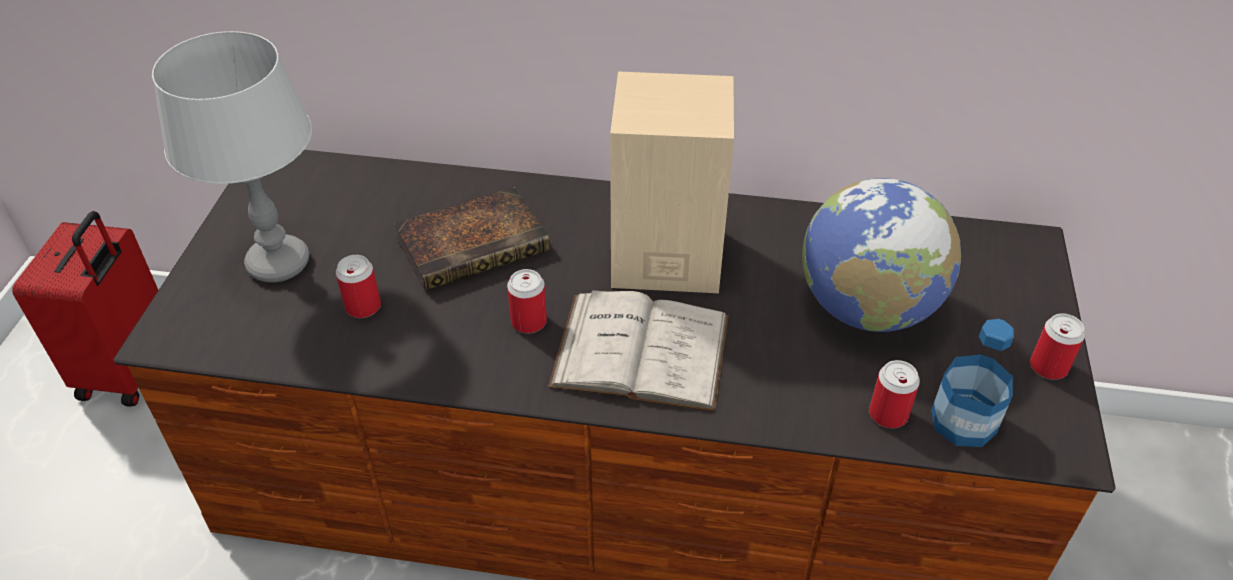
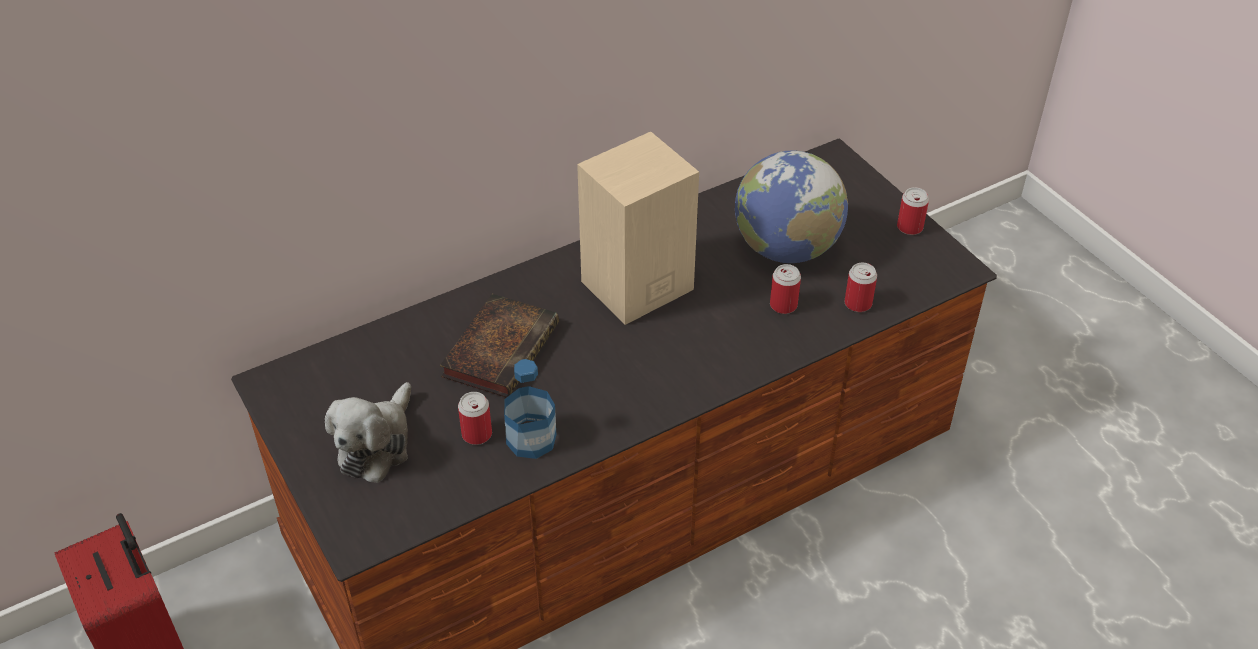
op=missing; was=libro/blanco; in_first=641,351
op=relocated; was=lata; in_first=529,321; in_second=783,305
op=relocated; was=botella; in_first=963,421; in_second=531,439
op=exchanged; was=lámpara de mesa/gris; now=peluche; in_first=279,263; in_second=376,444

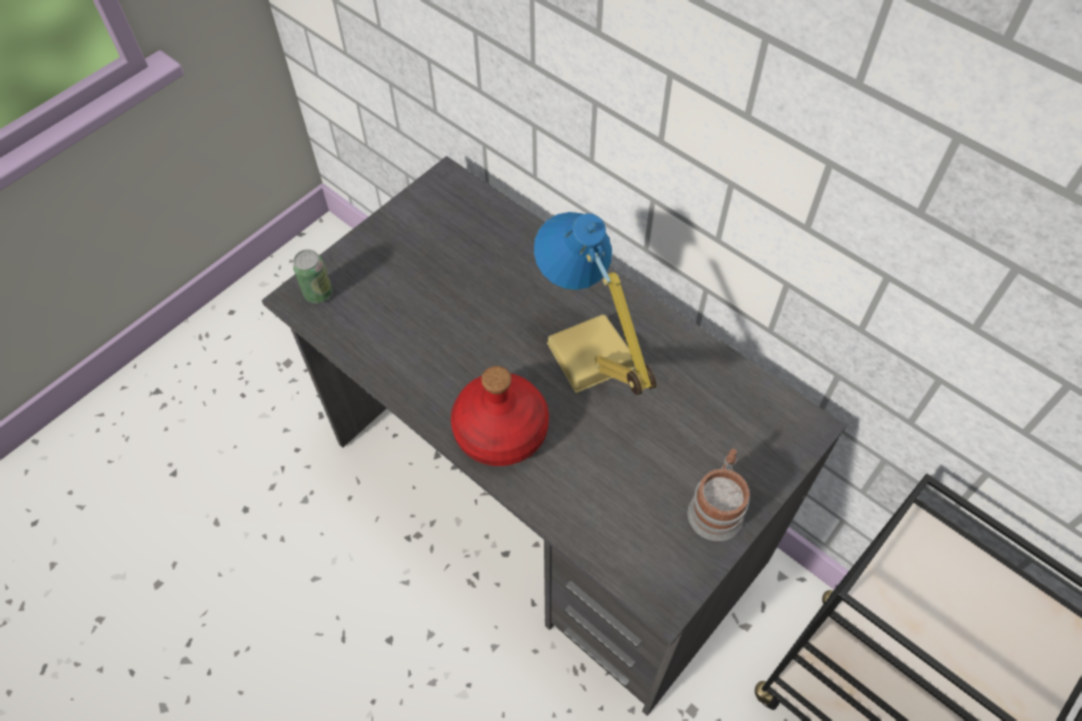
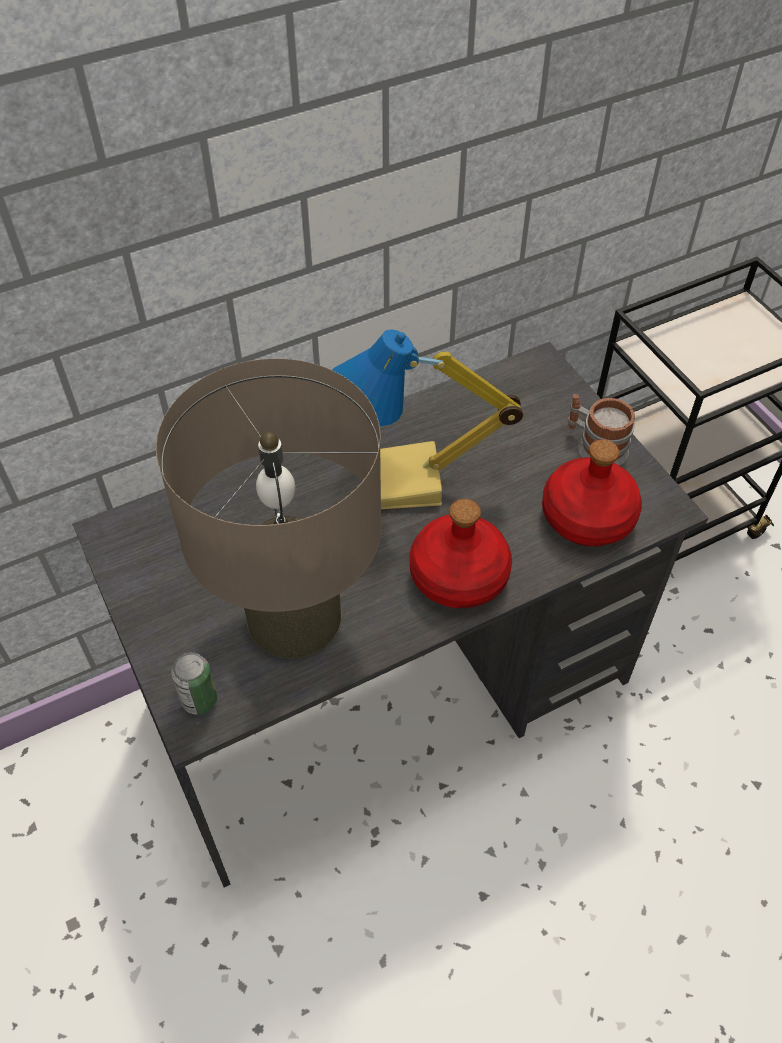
op=appeared; now=lámpara de mesa/beis; in_second=294,616
op=appeared; now=botella/rojo; in_second=587,518

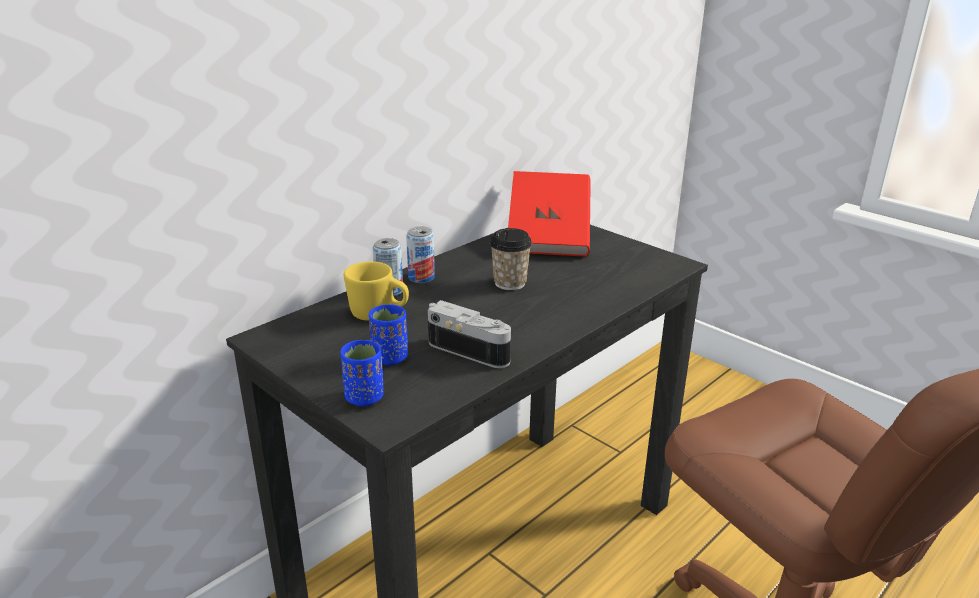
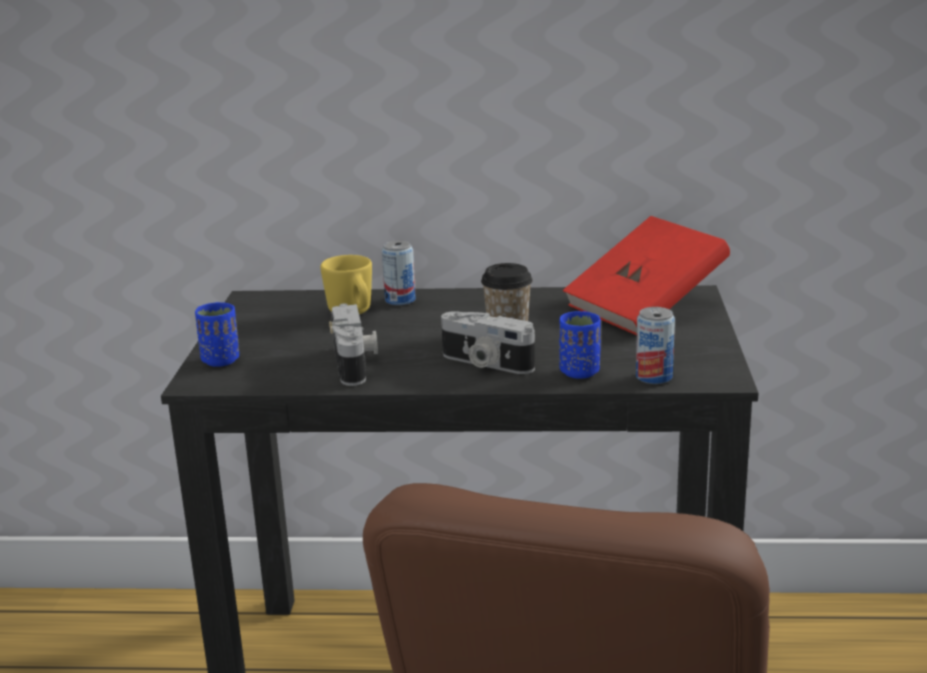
op=appeared; now=cámara; in_second=485,363
op=relocated; was=taza/azul; in_first=390,358; in_second=579,372
op=relocated; was=lata; in_first=421,277; in_second=654,377

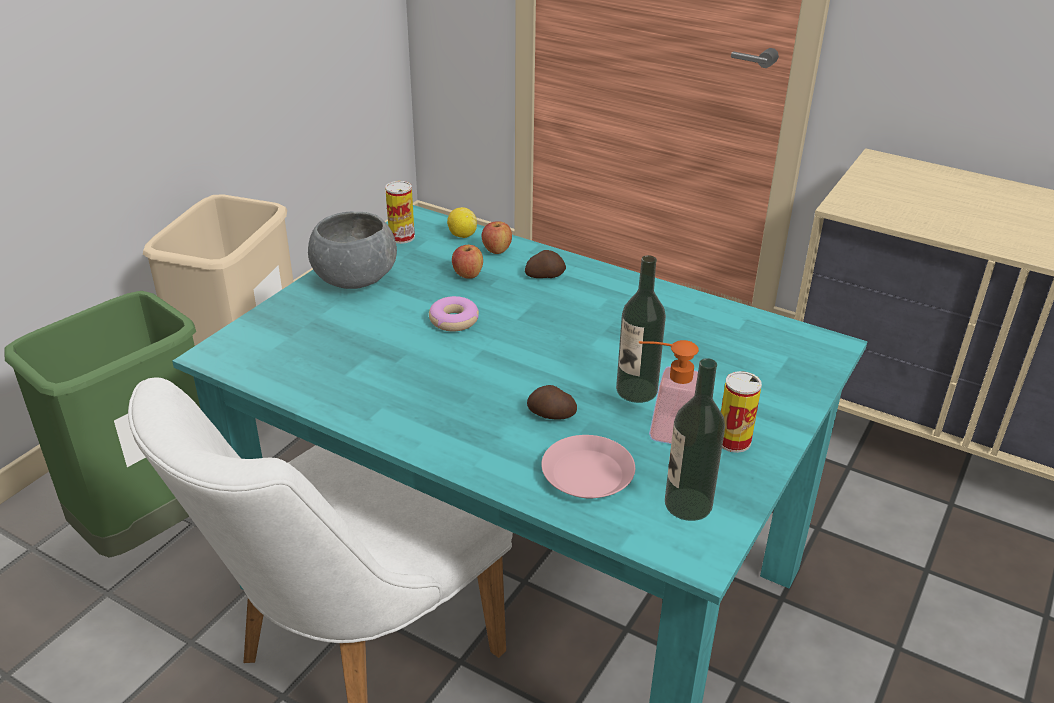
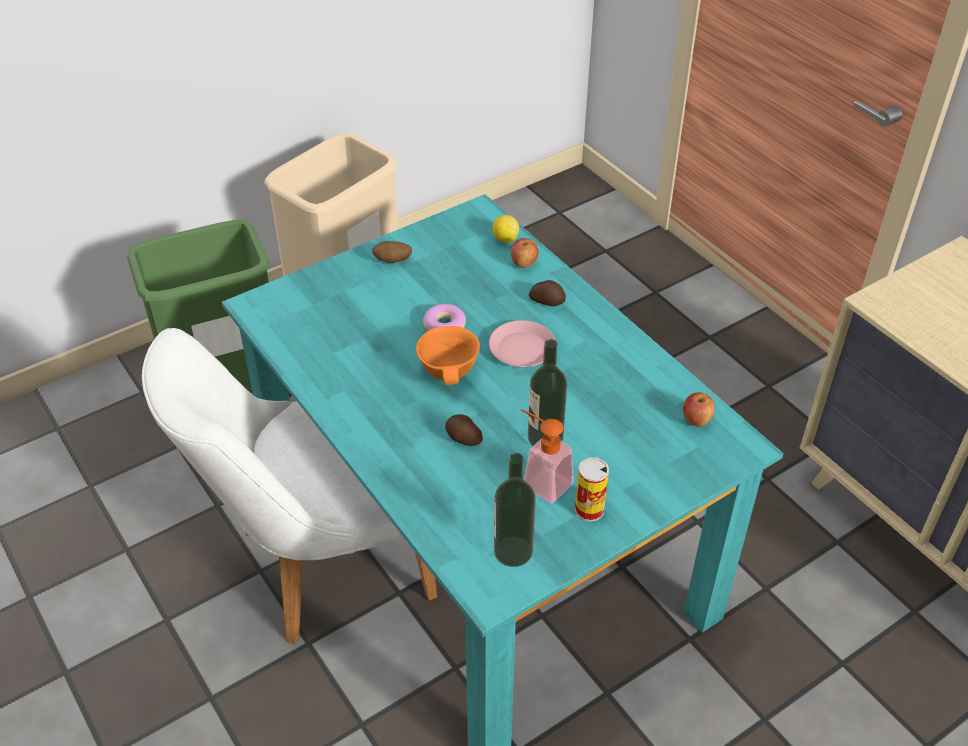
op=missing; was=lata; in_first=401,237
op=appeared; now=cuenco/naranja; in_second=450,373
op=relocated; was=manzana; in_first=467,275; in_second=696,420
op=relocated; was=plato/rosa; in_first=587,473; in_second=522,349
op=exchanged; was=cuenco/gris; now=patata; in_first=355,278; in_second=392,261

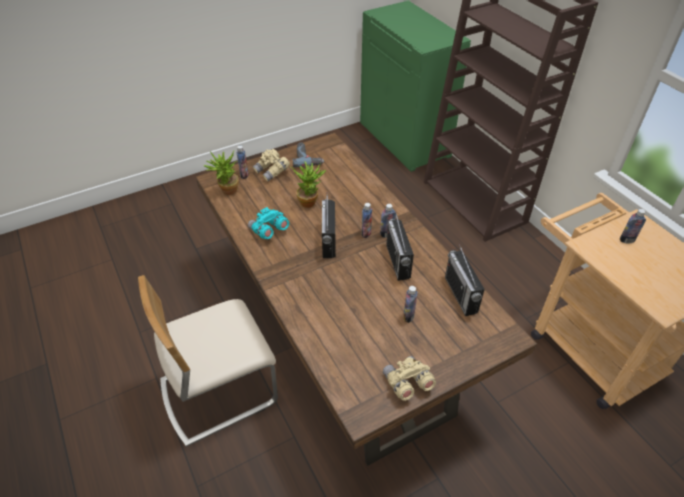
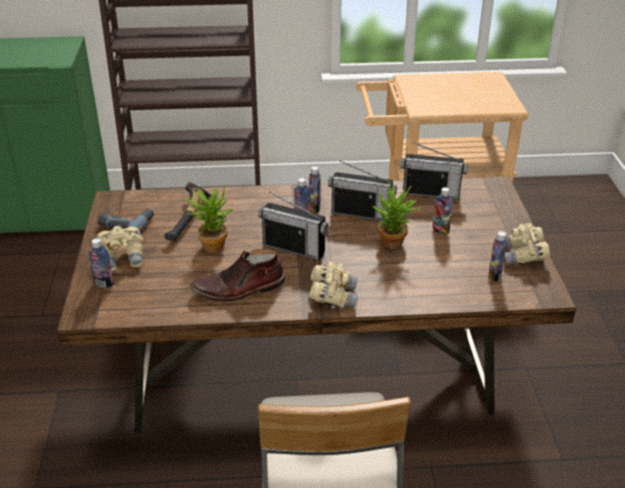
op=appeared; now=martillo; in_second=190,218
op=appeared; now=prismáticos/beis; in_second=333,296
op=relocated; was=planta en maceta; in_first=227,191; in_second=393,245
op=relocated; was=botella; in_first=627,240; in_second=494,276
op=exchanged; was=prismáticos/turquesa; now=bota/marrón; in_first=268,231; in_second=238,289

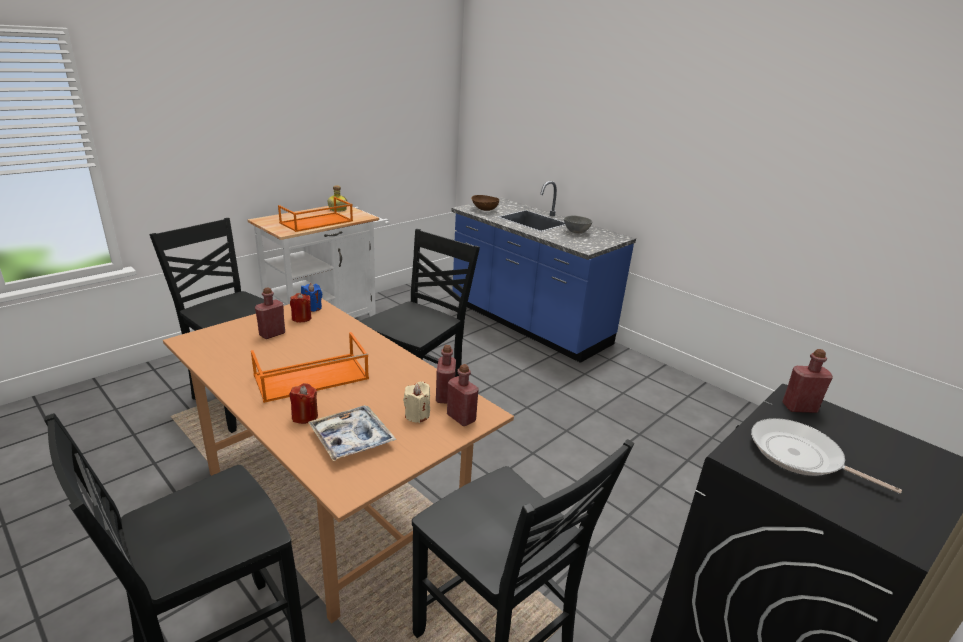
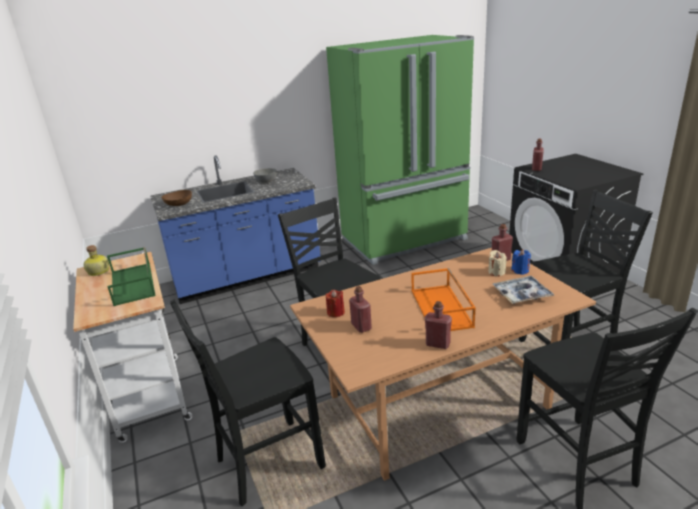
op=missing; was=vela/rojo; in_first=305,416
op=missing; was=sartén; in_first=800,456
op=appeared; now=nevera/verde; in_second=405,240
op=relocated; was=vela/azul; in_first=312,308; in_second=520,270
op=relocated; was=botella/rojo; in_first=445,396; in_second=438,344
op=colour; was=bandeja/naranja; now=bandeja/verde; in_first=316,222; in_second=134,284

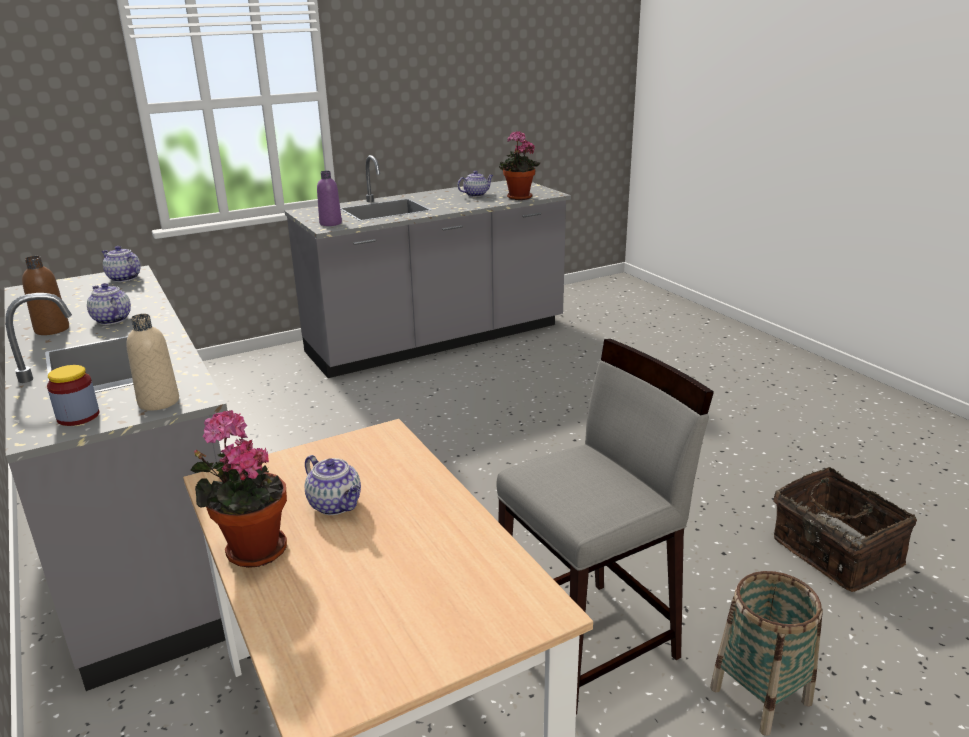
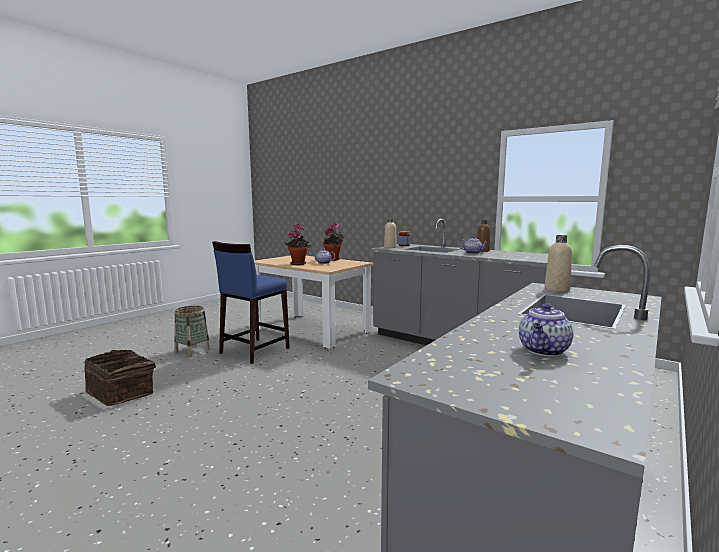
op=missing; was=tetera; in_first=123,278
op=relocated; was=planta en maceta; in_first=518,198; in_second=298,263
op=colour; was=botella/morado; now=botella/beis; in_first=330,223; in_second=557,289
op=colour; was=taburete/gris; now=taburete/azul; in_first=589,644; in_second=254,350

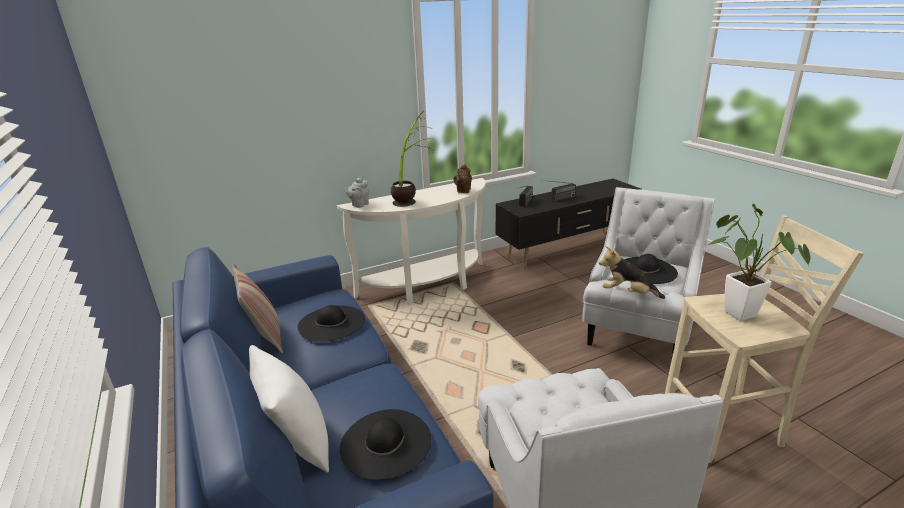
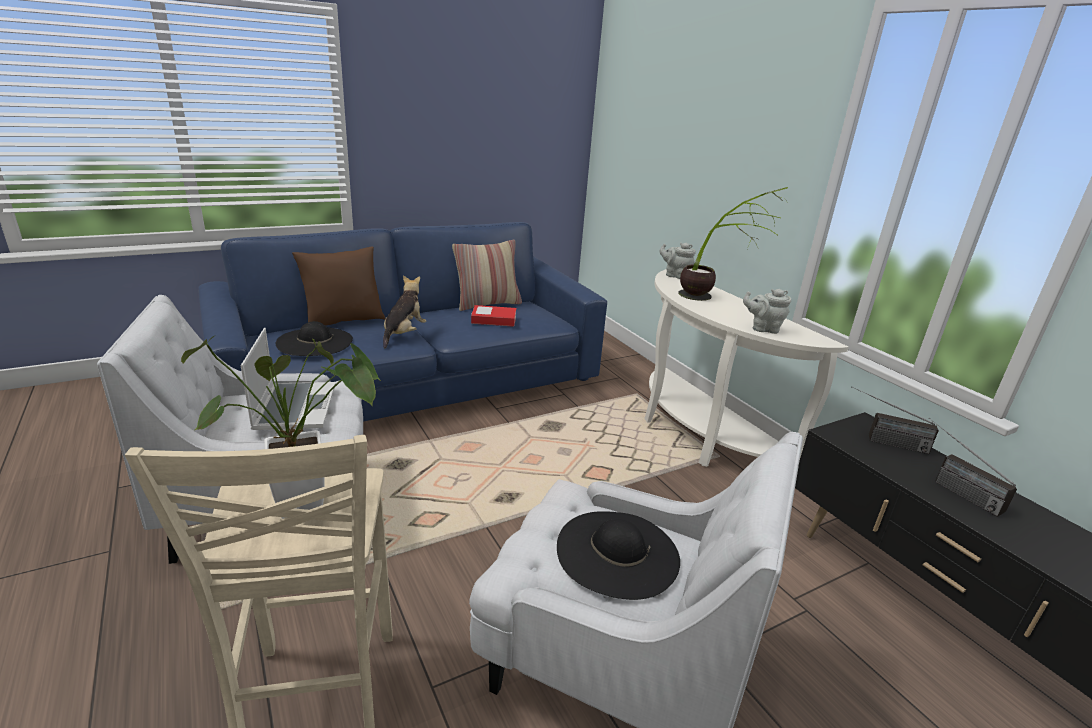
op=appeared; now=portátil; in_second=294,407
op=relocated; was=peluche; in_first=627,293; in_second=404,334
op=exchanged; was=sombrero/negro; now=libro; in_first=331,323; in_second=494,320
op=colour; was=cojín/blanco; now=cojín/marrón; in_first=297,444; in_second=343,321
op=colour; was=tetera/marrón; now=tetera/gris; in_first=463,191; in_second=763,328

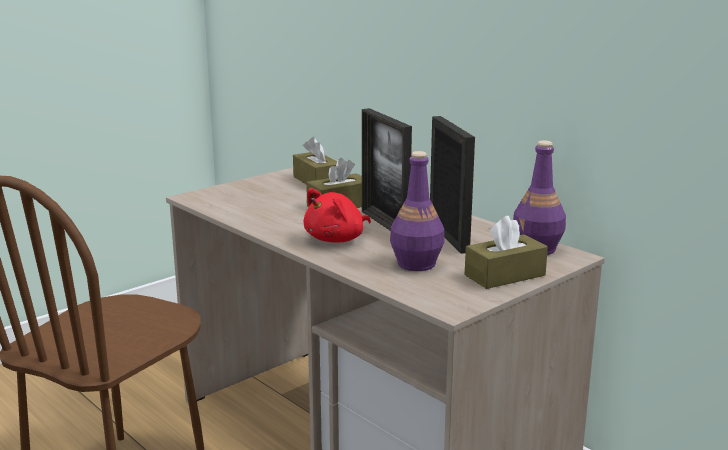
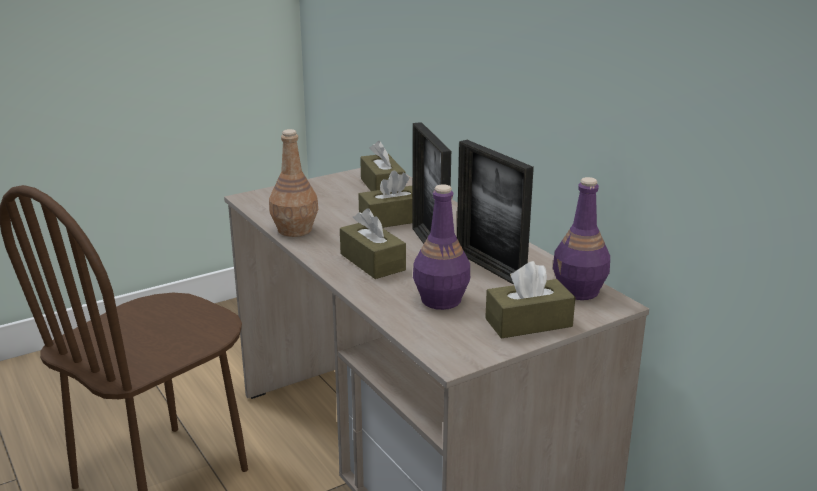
op=appeared; now=botella/marrón; in_second=295,230
op=exchanged; was=peluche/rojo; now=caja de pañuelos/marrón; in_first=337,239; in_second=372,262
op=spun; was=portarretratos; in_first=448,237; in_second=490,268; clockwise=150

